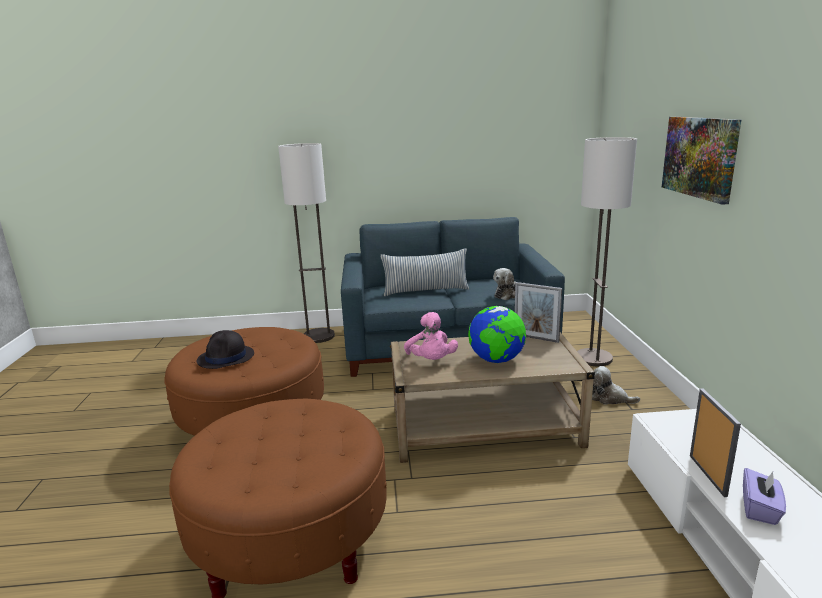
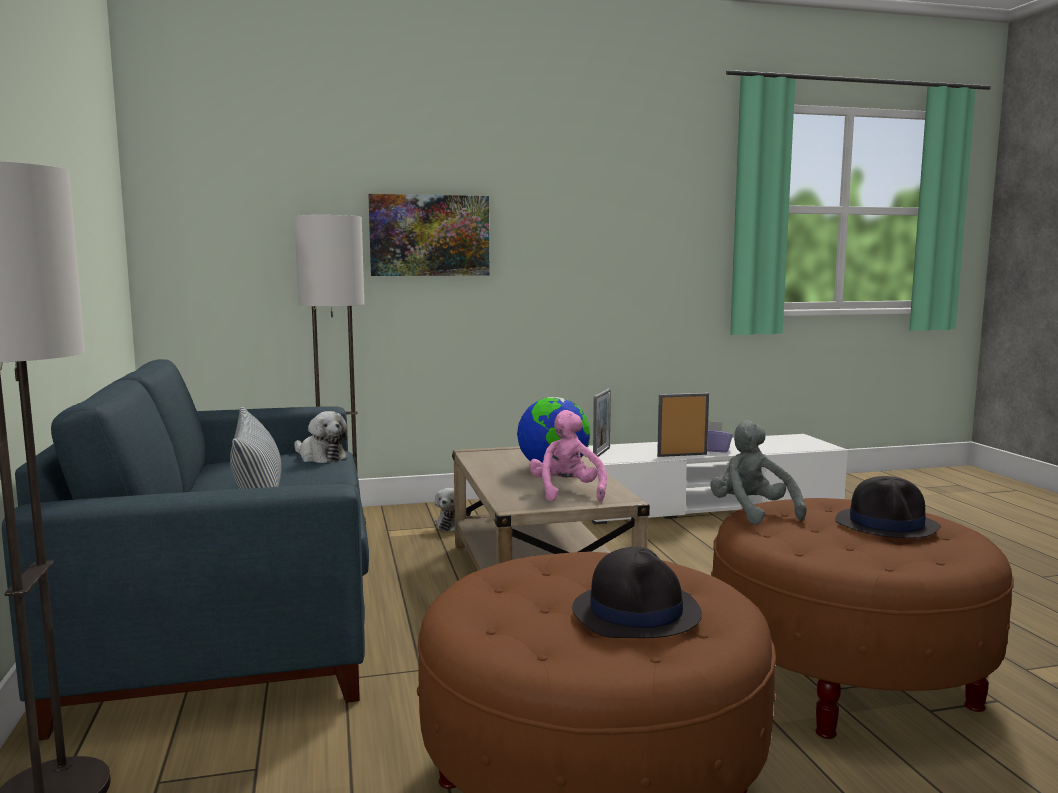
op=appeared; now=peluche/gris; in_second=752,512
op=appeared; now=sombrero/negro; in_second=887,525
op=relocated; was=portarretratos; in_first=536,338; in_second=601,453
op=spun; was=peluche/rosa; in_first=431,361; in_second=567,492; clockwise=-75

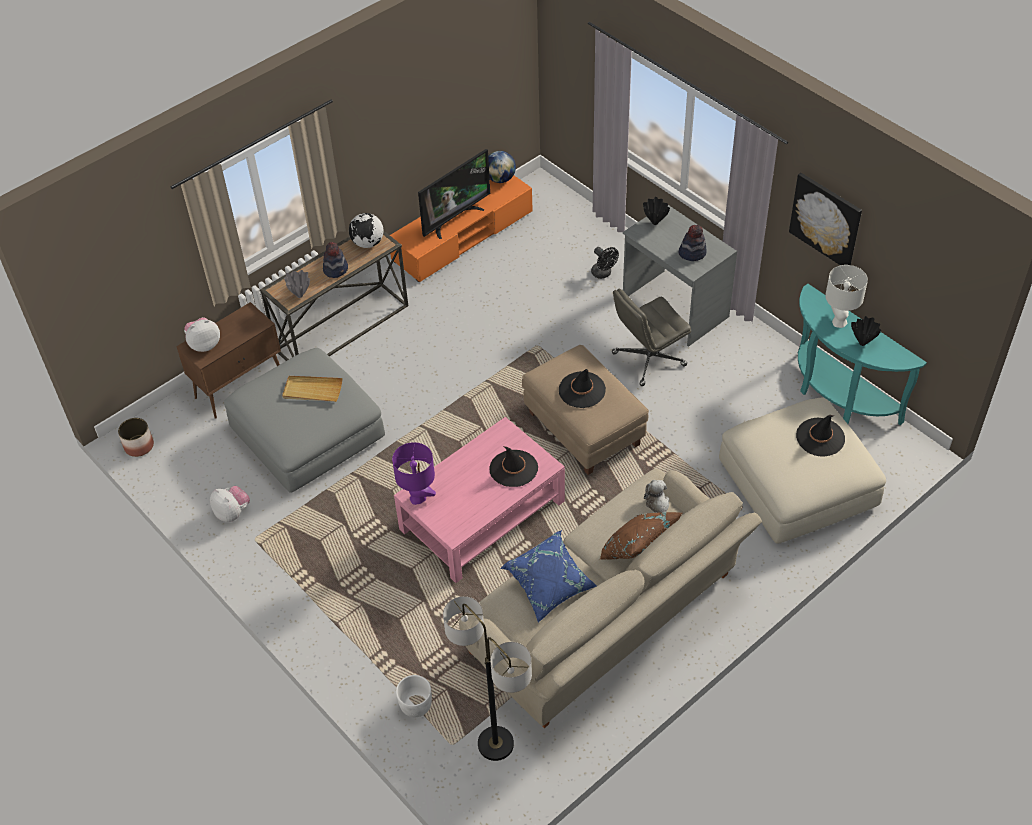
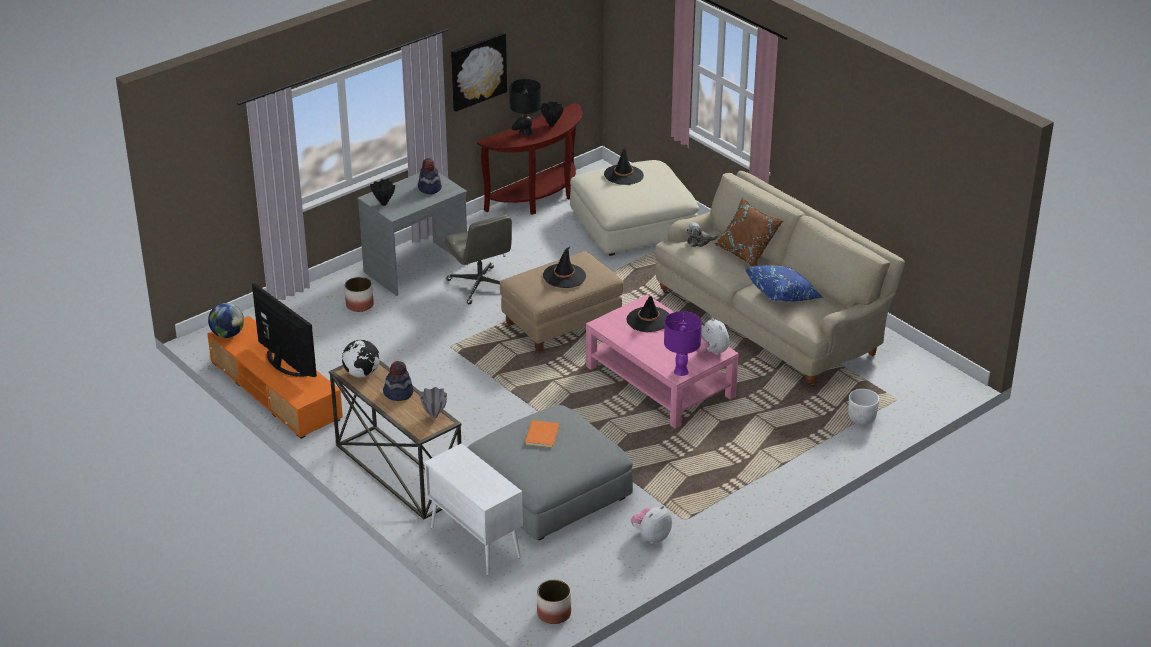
op=missing; was=lámpara de pie; in_first=495,744
op=relocated; was=peluche; in_first=204,344; in_second=710,352
op=exchanged; was=bandeja/beis; now=libro/naranja; in_first=312,390; in_second=540,436
op=exchanged; was=ventilador/negro; now=maceta; in_first=603,274; in_second=359,305
op=colour; was=armario/marrón; now=armario/blanco; in_first=240,386; in_second=474,542
op=colour; was=mesa consola/turquesa; now=mesa consola/marrón; in_first=838,395; in_second=538,198
op=colour; was=lámpara de mesa/blanco; now=lámpara de mesa/negro; in_first=839,322; in_second=525,132

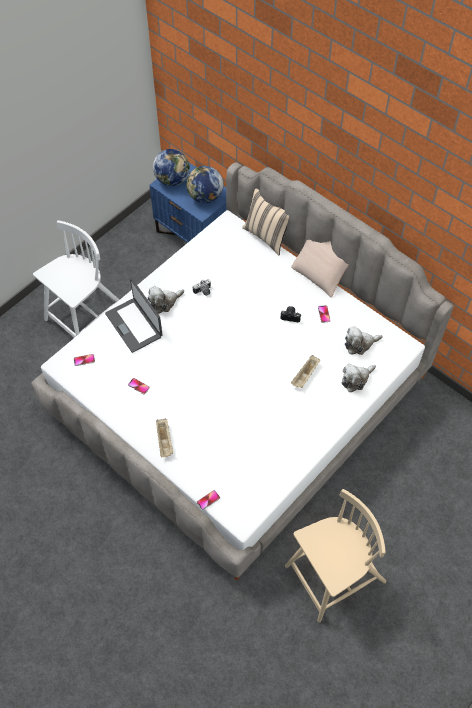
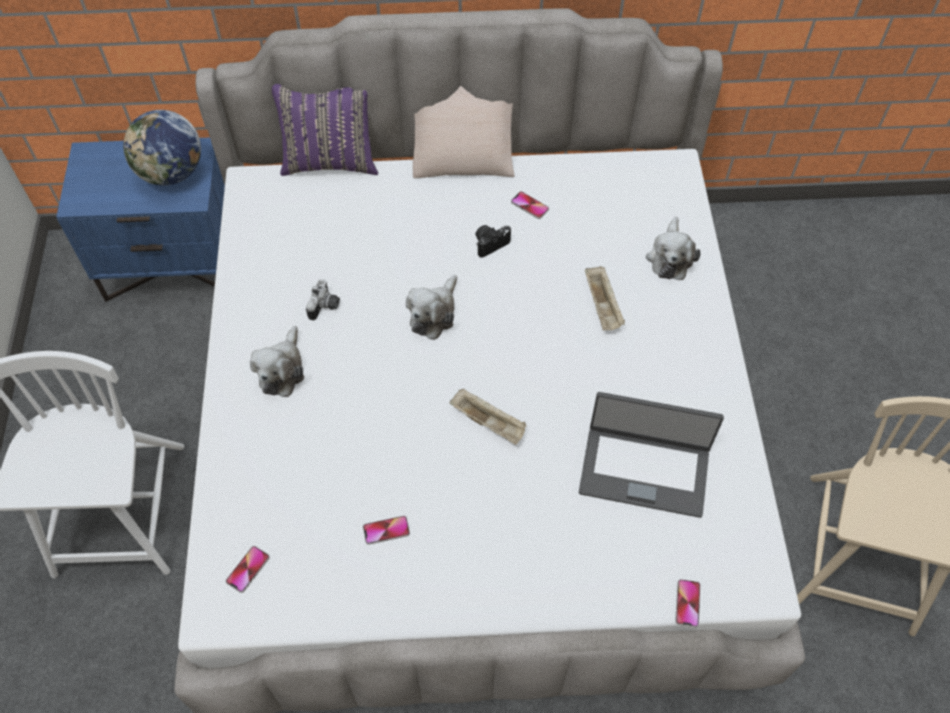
op=missing; was=globo terráqueo; in_first=172,180
op=relocated; was=portátil; in_first=134,325; in_second=644,470
op=relocated; was=bandeja/beis; in_first=165,441; in_second=489,423
op=relocated; was=peluche; in_first=359,344; in_second=434,314
op=colour; was=cojín/beis; now=cojín/morado; in_first=267,236; in_second=330,161

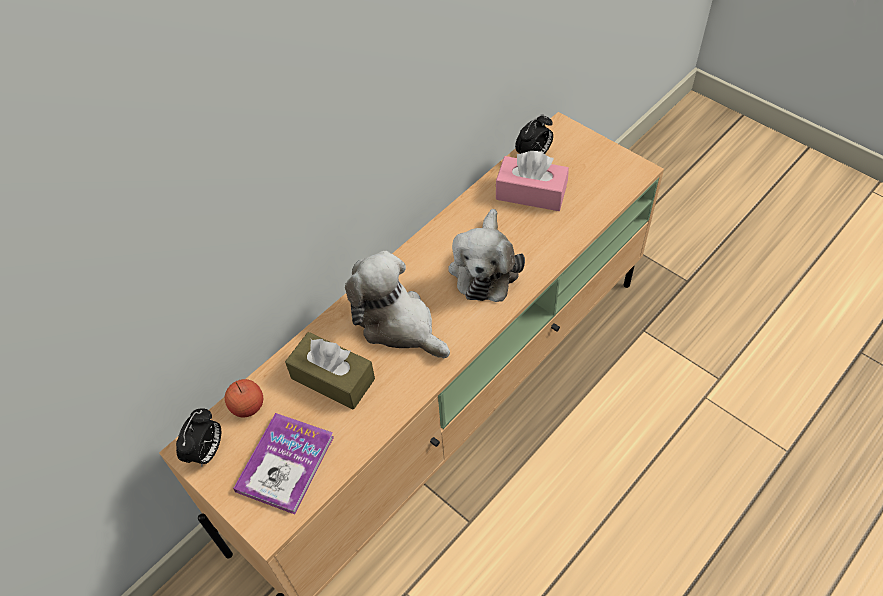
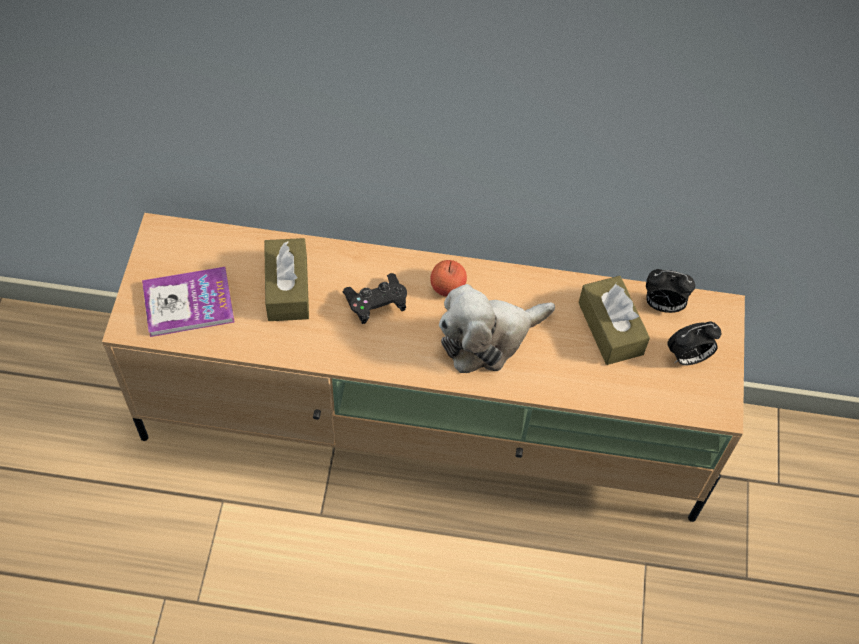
op=relocated; was=despertador; in_first=207,452; in_second=687,357
op=relocated; was=manzana; in_first=247,406; in_second=447,287
op=exchanged; was=peluche; now=mando de consola/negro; in_first=398,324; in_second=376,304
op=colour; was=caja de pañuelos/rosa; now=caja de pañuelos/marrón; in_first=531,193; in_second=610,328

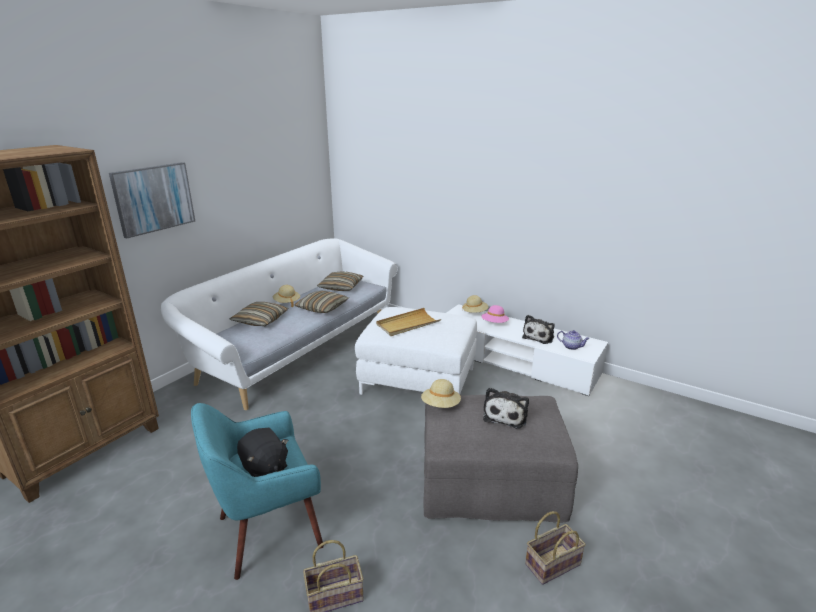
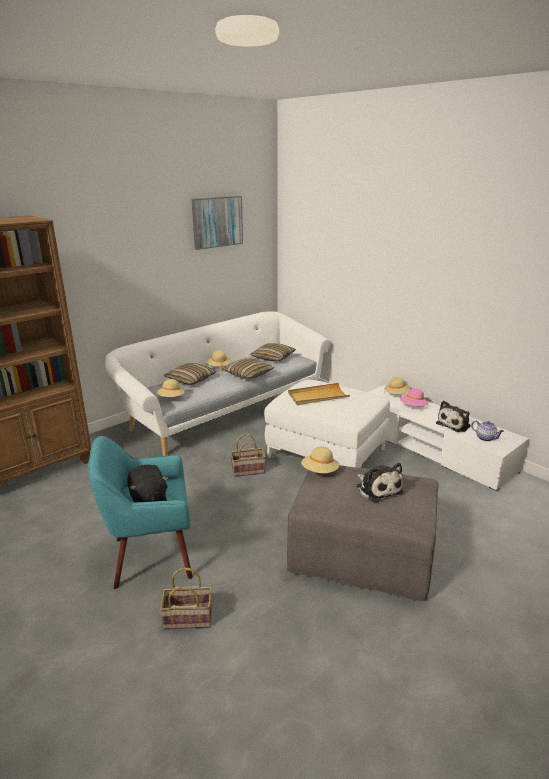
op=appeared; now=sombrero/beis; in_second=171,398
op=relocated; was=cuadro; in_first=154,198; in_second=217,222
op=relocated; was=cesta; in_first=553,563; in_second=249,470
op=spun; was=peluche; in_first=505,415; in_second=377,488; clockwise=-60

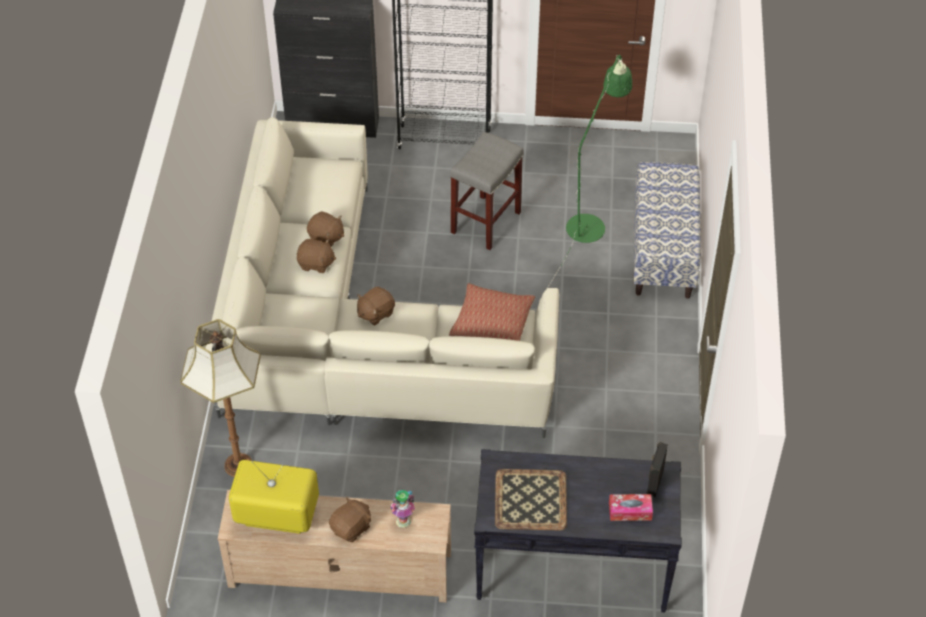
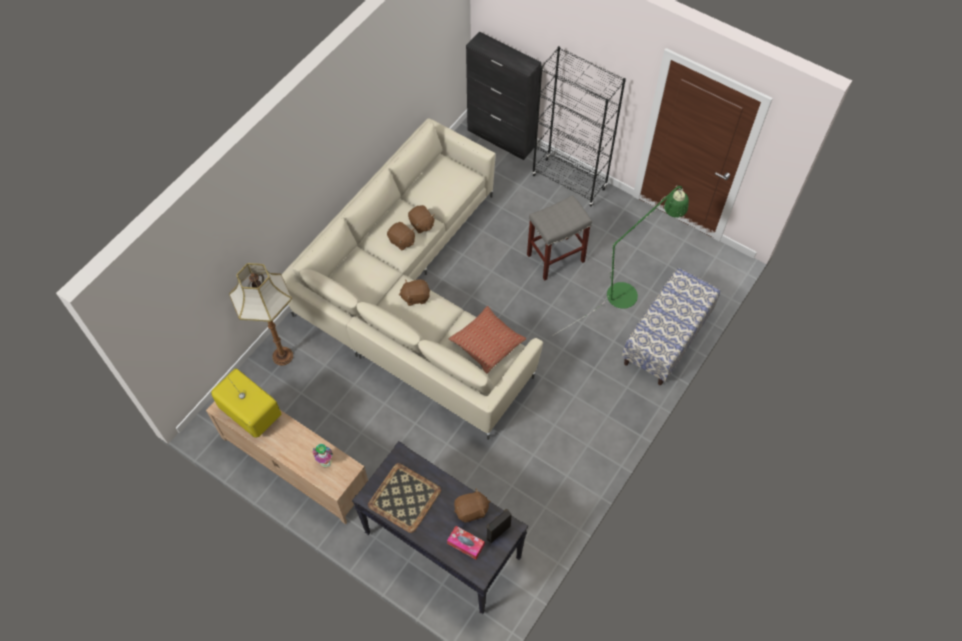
op=relocated; was=peluche/marrón; in_first=351,528; in_second=471,510

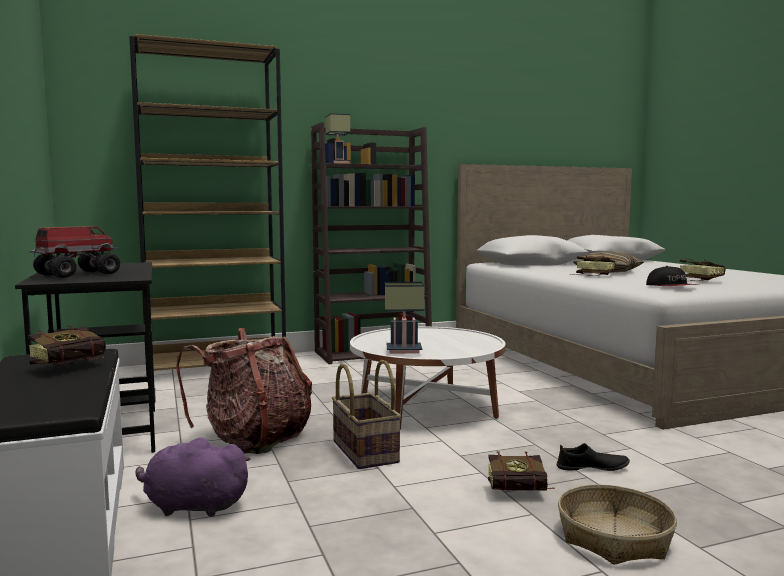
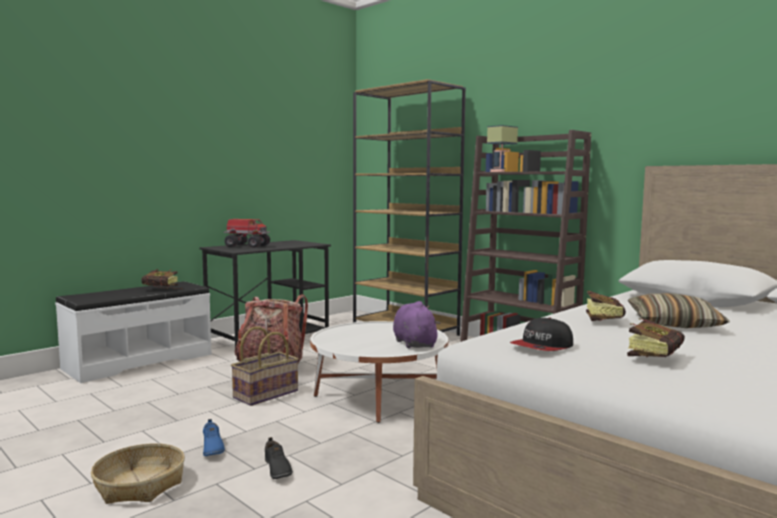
op=missing; was=lámpara de mesa; in_first=405,350
op=relocated; was=peluche/morado; in_first=192,506; in_second=414,343
op=exchanged; was=libro; now=zapato/azul; in_first=523,493; in_second=212,448

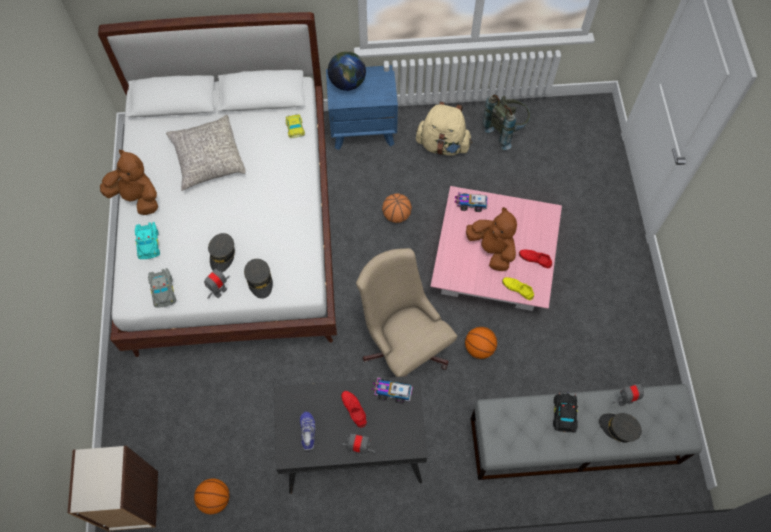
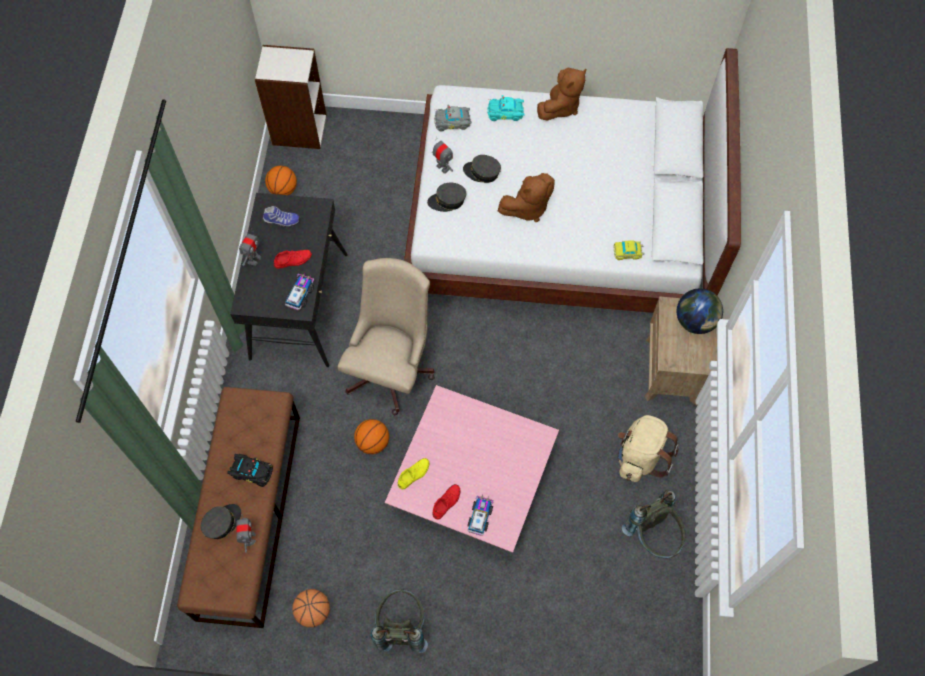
op=missing; was=cojín/gris; in_first=207,158
op=appeared; now=mochila/gris; in_second=401,626
op=relocated; was=balón de baloncesto; in_first=396,215; in_second=313,611
op=relocated; was=camión de juguete; in_first=470,204; in_second=480,516
op=relocated; was=peluche/marrón; in_first=492,249; in_second=527,208
op=colour; was=mesita de noche/azul; now=mesita de noche/marrón; in_first=363,128; in_second=672,371
op=colour; was=banco/gris; now=banco/marrón; in_first=573,441; in_second=249,514
op=spun; was=silla de oficina/beis; in_first=403,346; in_second=392,367; clockwise=-45

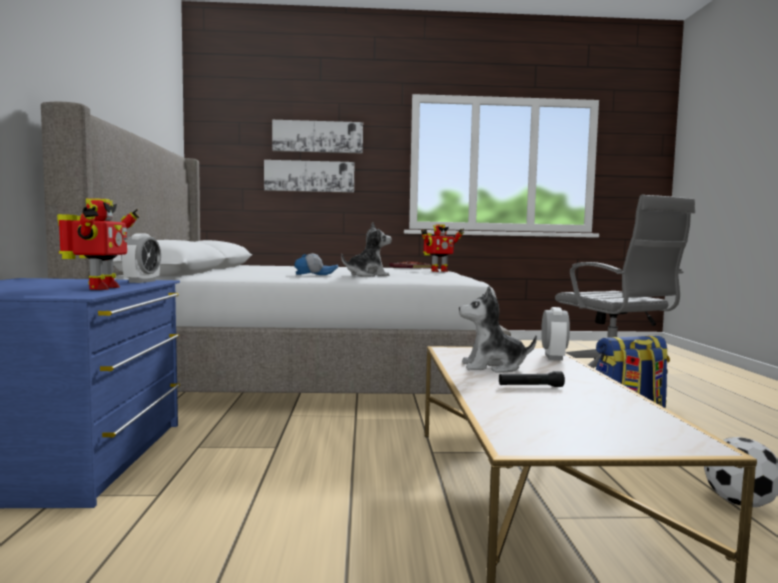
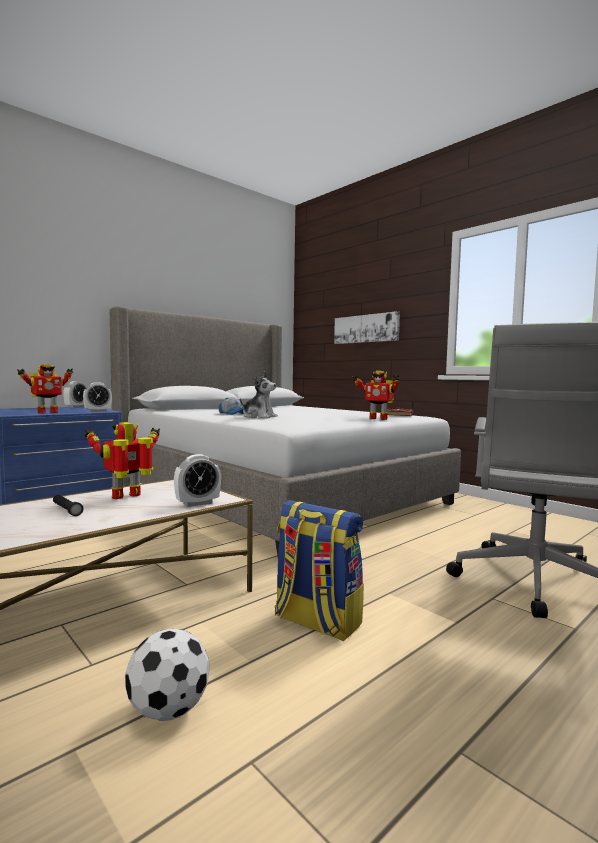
op=missing; was=cuadro; in_first=318,137
op=appeared; now=despertador; in_second=76,407
op=exchanged; was=peluche; now=robot de juguete; in_first=493,367; in_second=128,496

